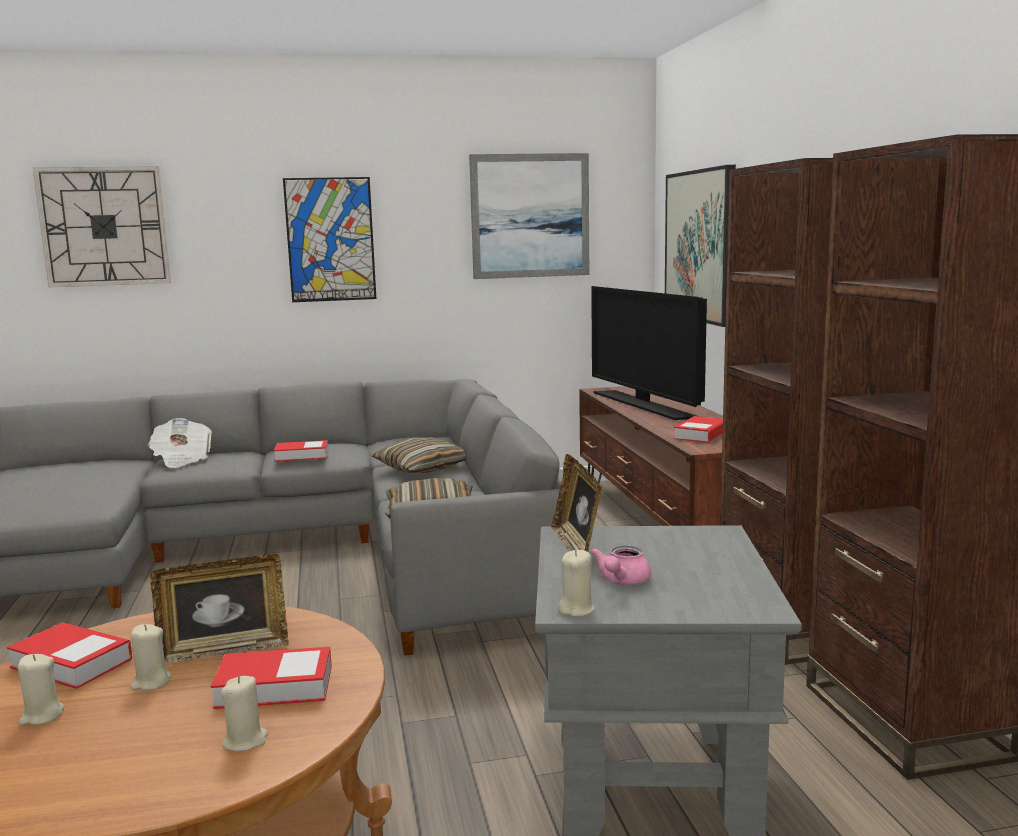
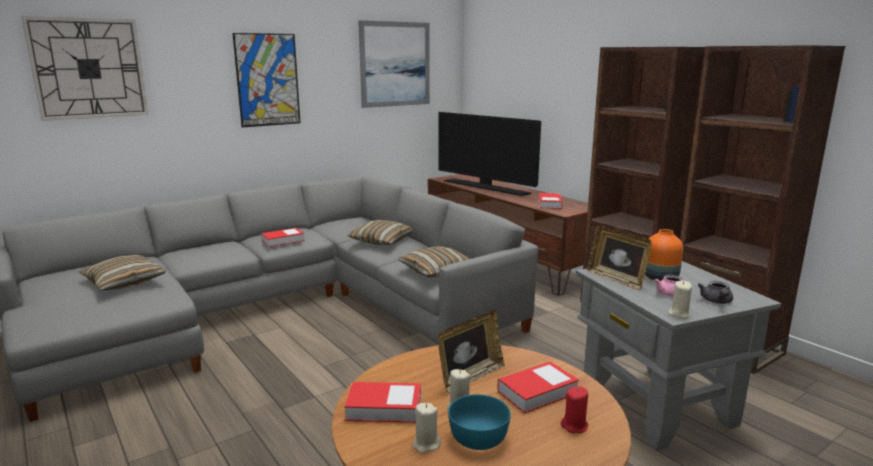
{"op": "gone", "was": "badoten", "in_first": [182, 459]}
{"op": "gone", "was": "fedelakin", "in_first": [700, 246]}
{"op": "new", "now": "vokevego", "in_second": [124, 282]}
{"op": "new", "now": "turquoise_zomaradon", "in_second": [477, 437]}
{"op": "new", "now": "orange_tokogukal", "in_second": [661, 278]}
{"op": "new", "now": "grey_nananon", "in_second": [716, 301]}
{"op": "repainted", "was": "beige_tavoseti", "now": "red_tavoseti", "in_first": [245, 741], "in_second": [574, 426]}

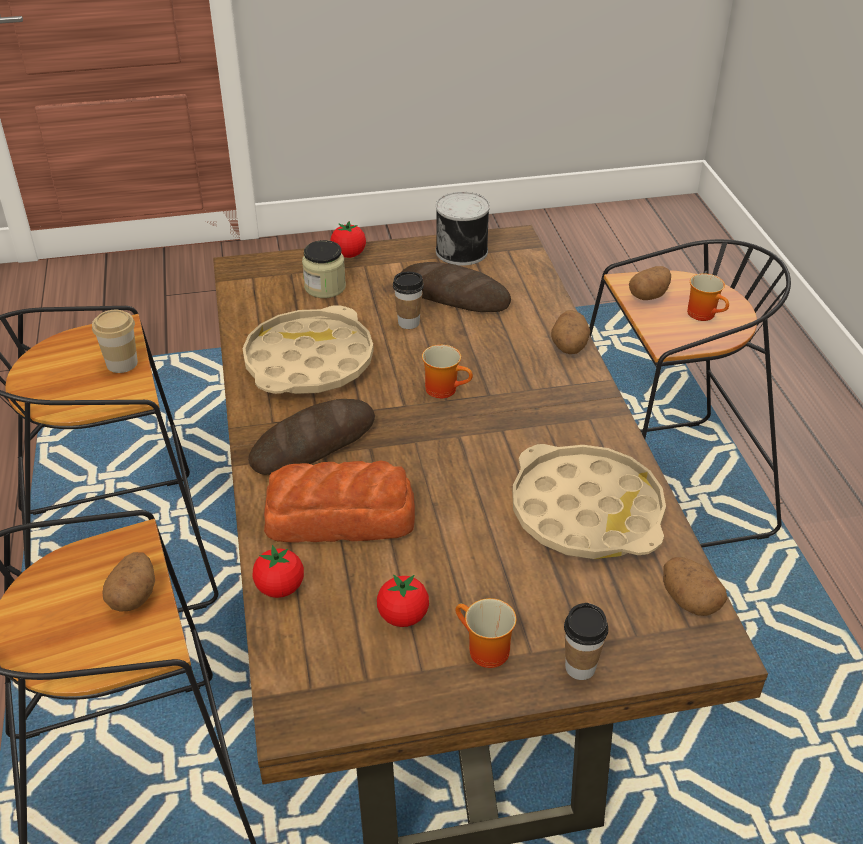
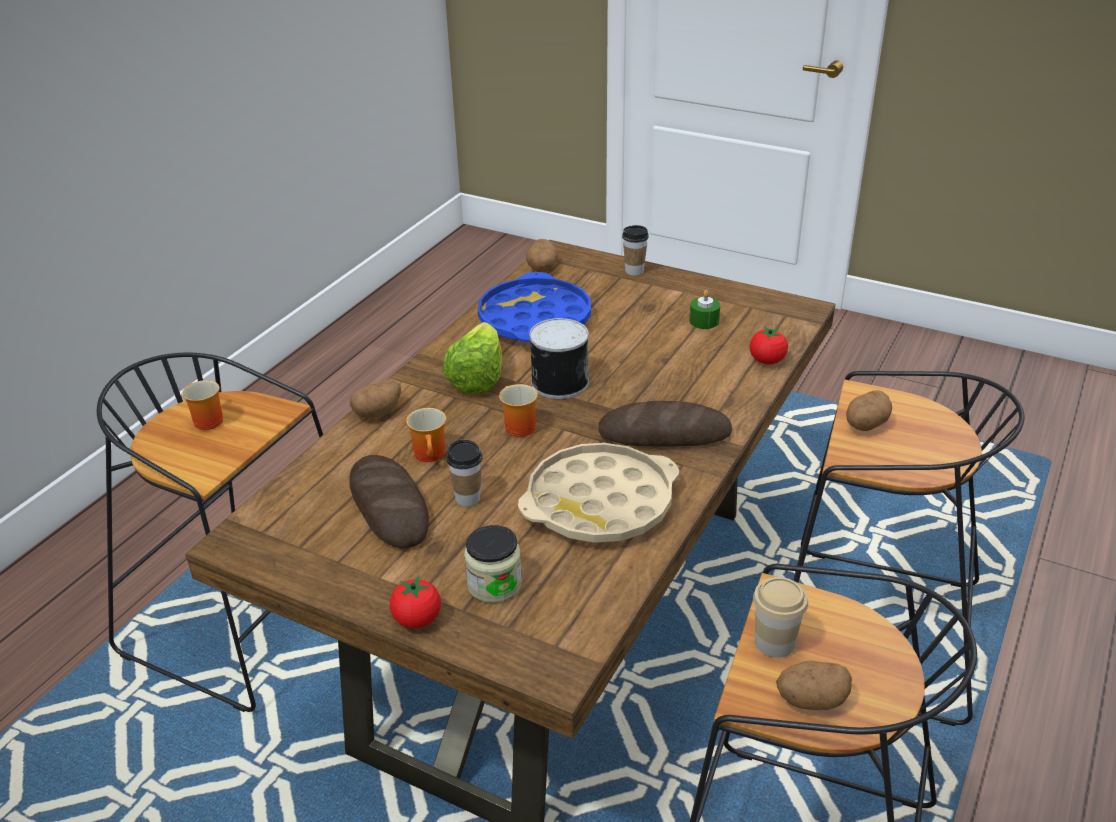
{"op": "gone", "was": "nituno", "in_first": [341, 517]}
{"op": "new", "now": "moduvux", "in_second": [477, 378]}
{"op": "shifted", "was": "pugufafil", "in_first": [463, 251], "in_second": [558, 382]}
{"op": "shifted", "was": "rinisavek", "in_first": [483, 651], "in_second": [432, 455]}
{"op": "shifted", "was": "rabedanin", "in_first": [648, 295], "in_second": [811, 700]}
{"op": "swapped", "was": "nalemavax", "now": "green_tavoseti", "in_first": [403, 616], "in_second": [704, 321]}
{"op": "repainted", "was": "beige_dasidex", "now": "blue_dasidex", "in_first": [586, 512], "in_second": [534, 319]}

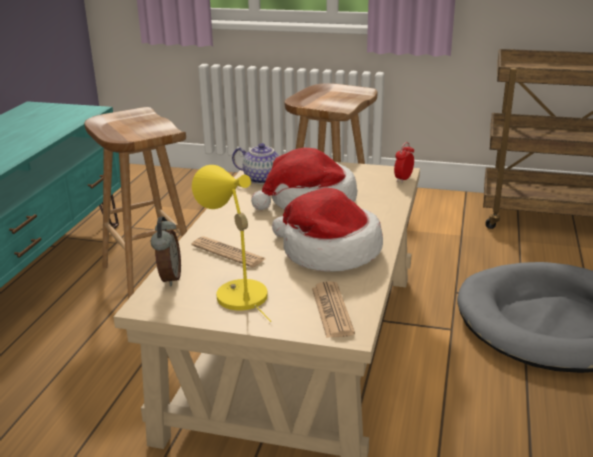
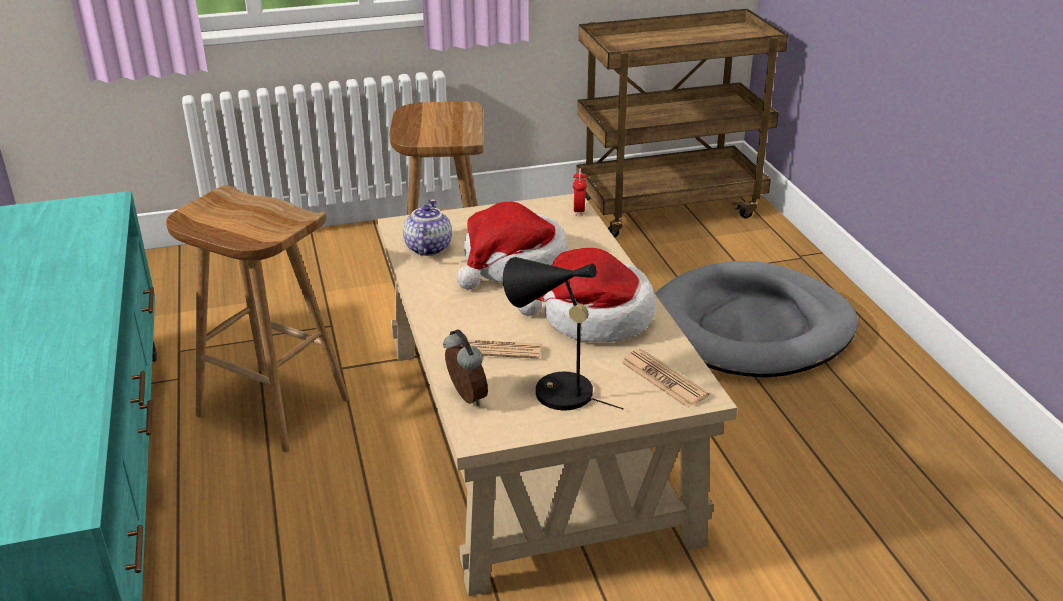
{"op": "repainted", "was": "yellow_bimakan", "now": "black_bimakan", "in_first": [236, 293], "in_second": [554, 391]}
{"op": "rotated", "was": "nananon", "in_first": [263, 179], "in_second": [427, 248], "clockwise": -75}

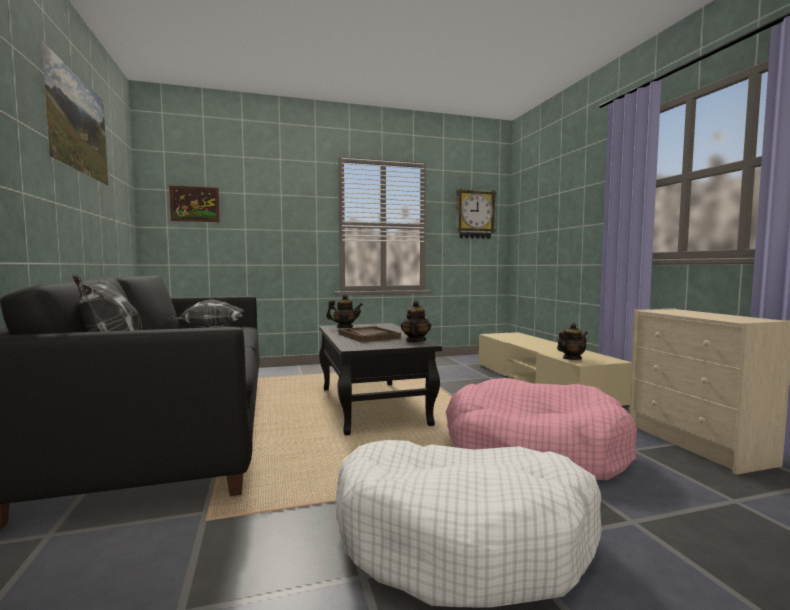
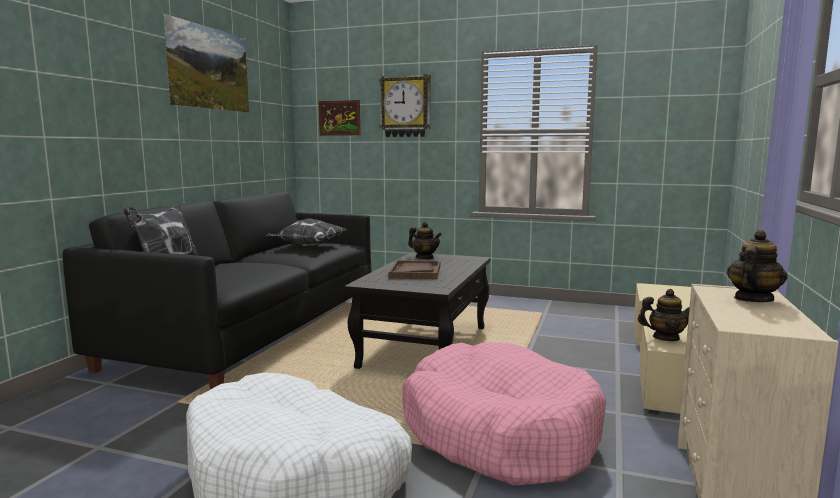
{"op": "shifted", "was": "nananon", "in_first": [415, 341], "in_second": [752, 299]}
{"op": "shifted", "was": "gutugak", "in_first": [474, 214], "in_second": [406, 106]}

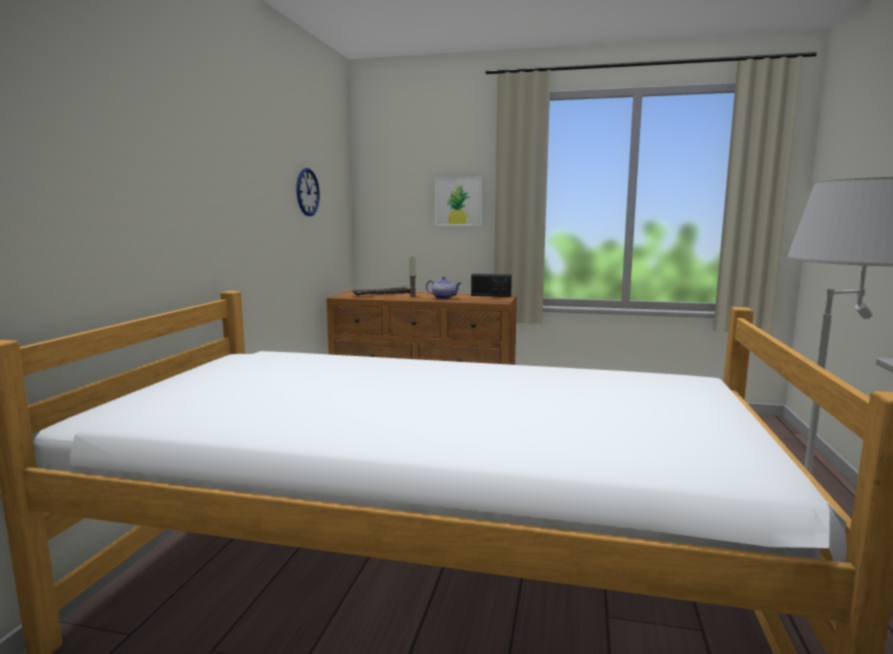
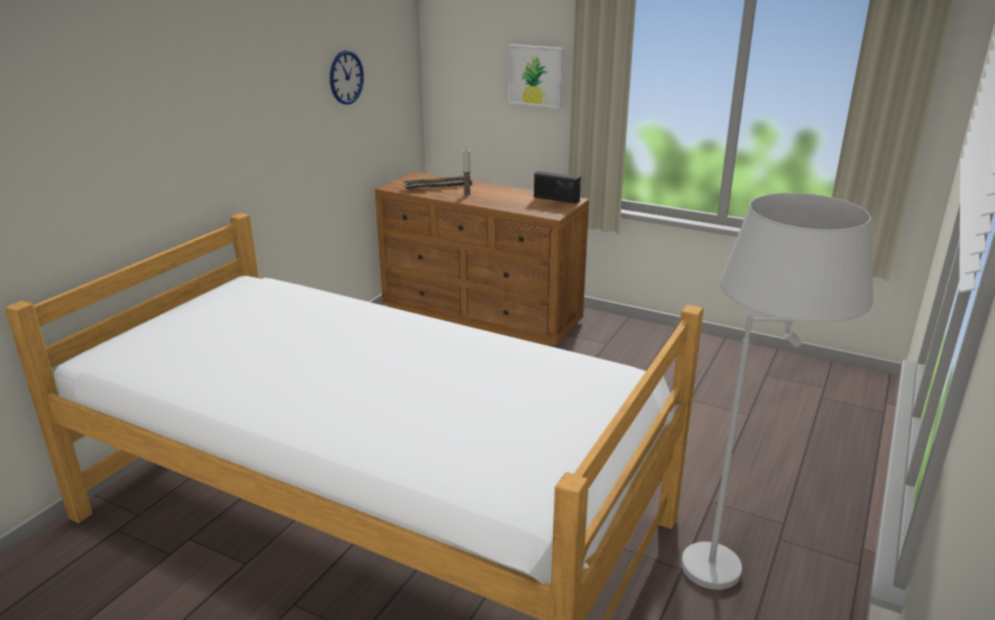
{"op": "gone", "was": "nananon", "in_first": [444, 298]}

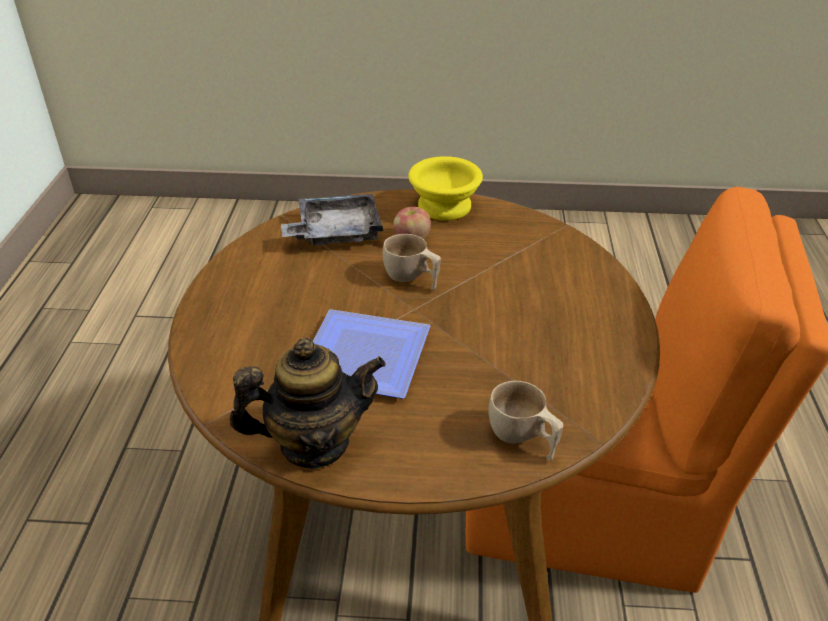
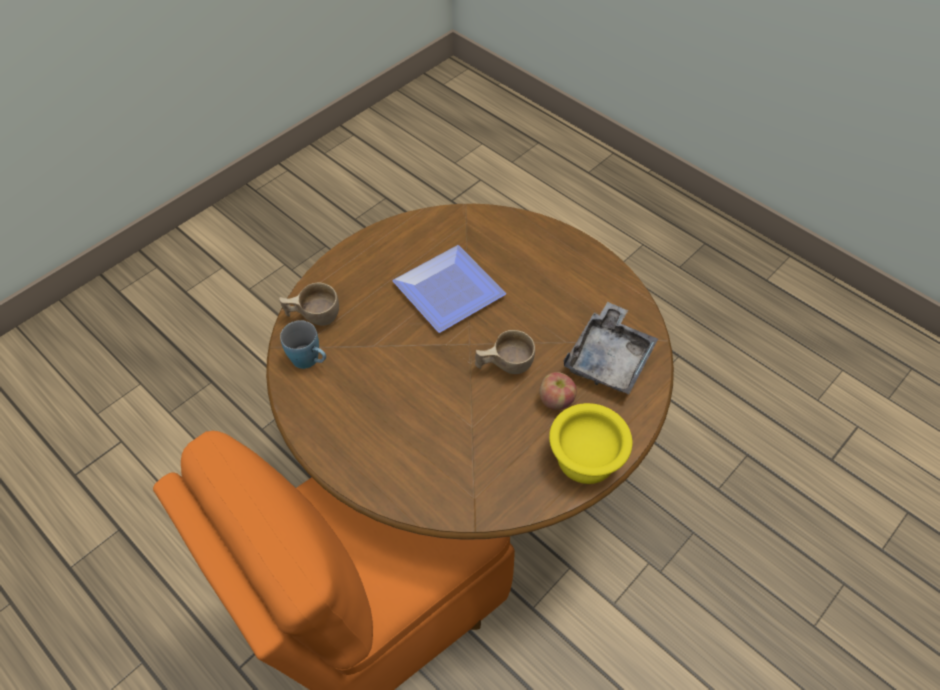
{"op": "gone", "was": "nananon", "in_first": [314, 443]}
{"op": "new", "now": "blue_rinisavek", "in_second": [310, 361]}

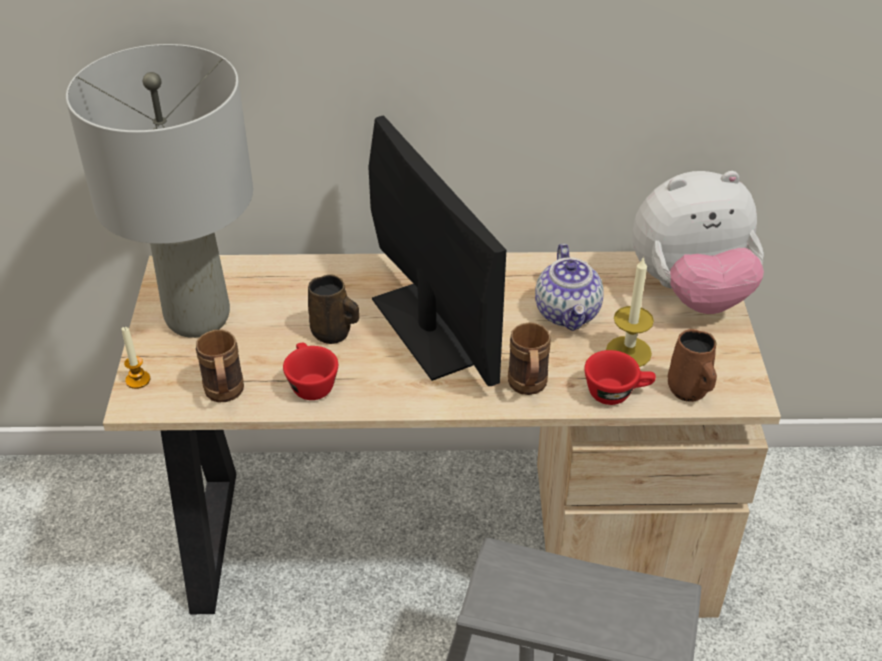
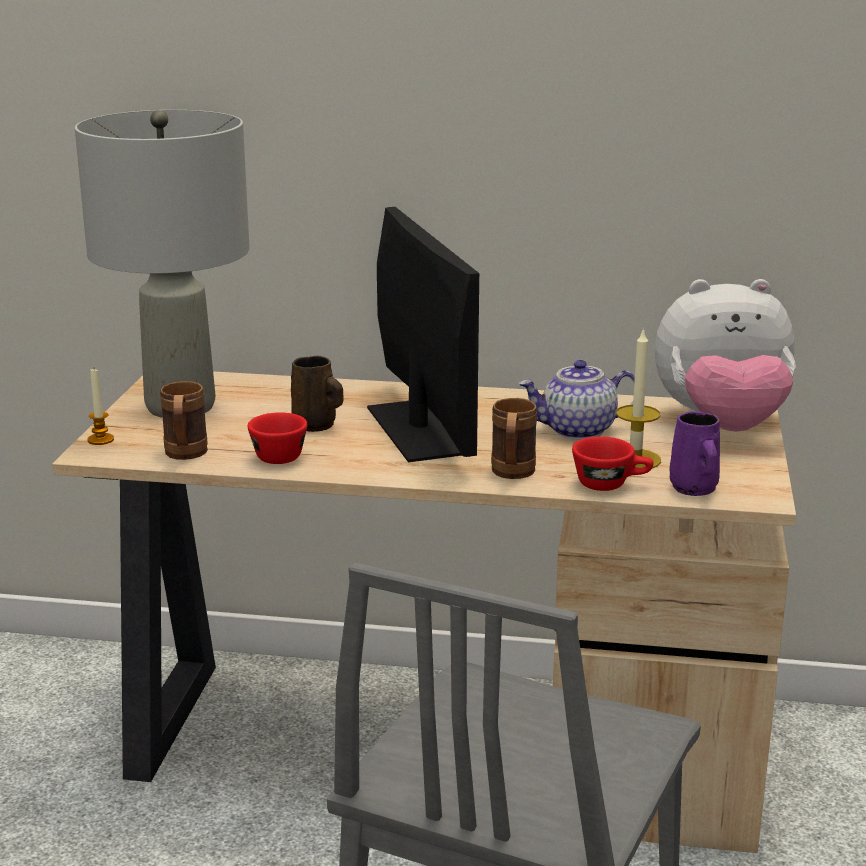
{"op": "repainted", "was": "brown_rinisavek", "now": "purple_rinisavek", "in_first": [689, 391], "in_second": [694, 489]}
{"op": "rotated", "was": "nananon", "in_first": [568, 313], "in_second": [577, 430], "clockwise": 75}

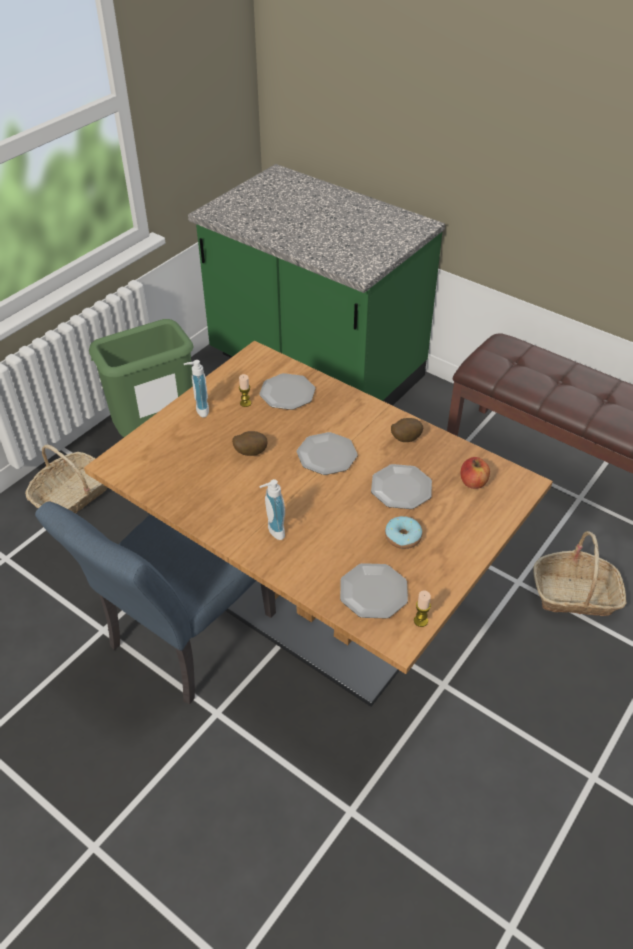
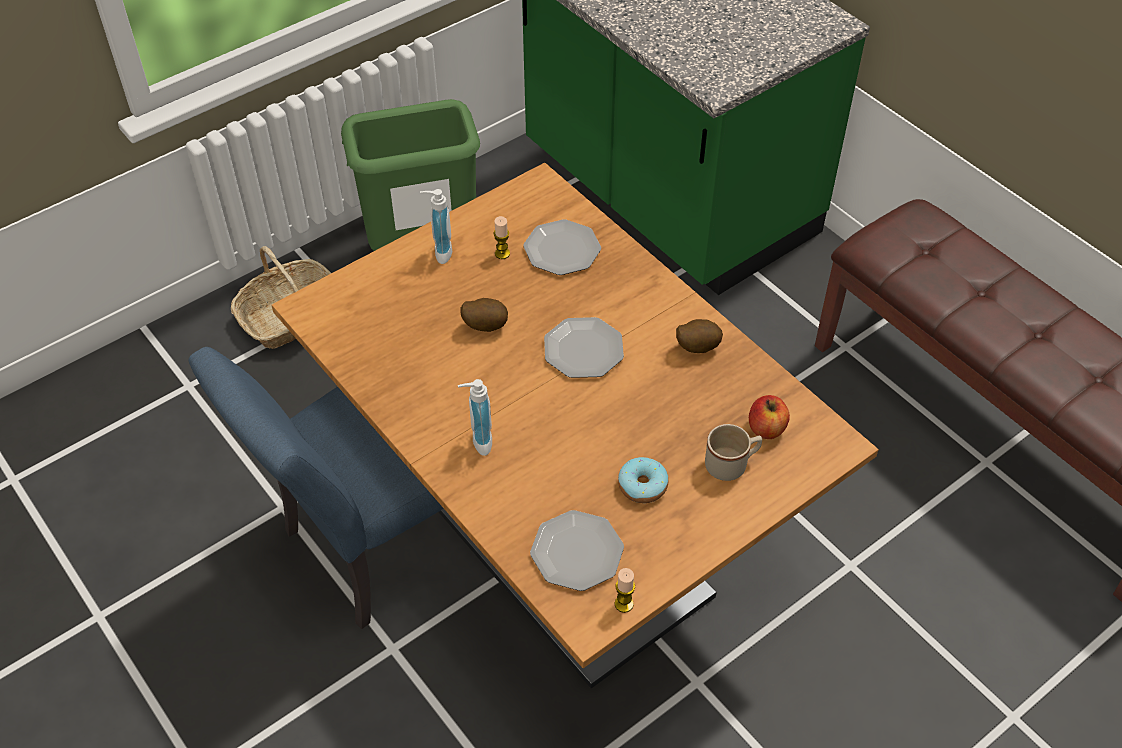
{"op": "gone", "was": "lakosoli", "in_first": [400, 489]}
{"op": "gone", "was": "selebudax", "in_first": [575, 594]}
{"op": "new", "now": "beige_rinisavek", "in_second": [731, 464]}

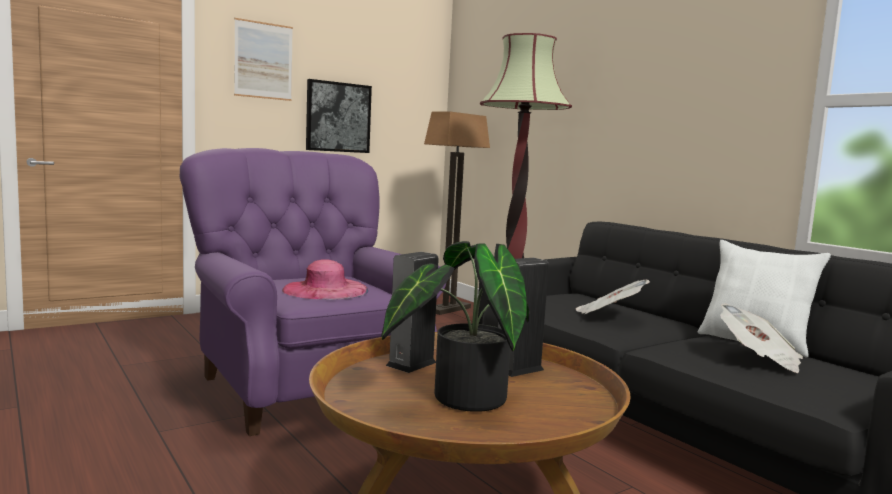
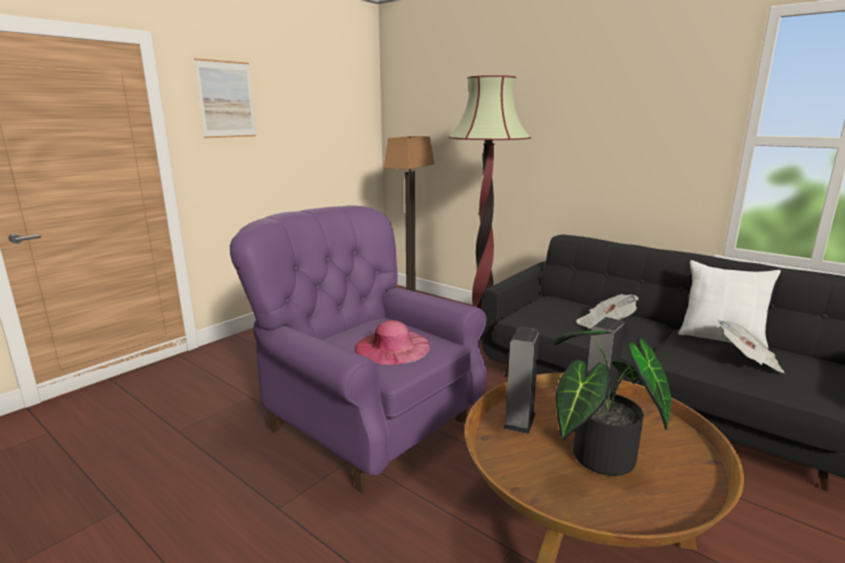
{"op": "gone", "was": "fedelakin", "in_first": [338, 117]}

